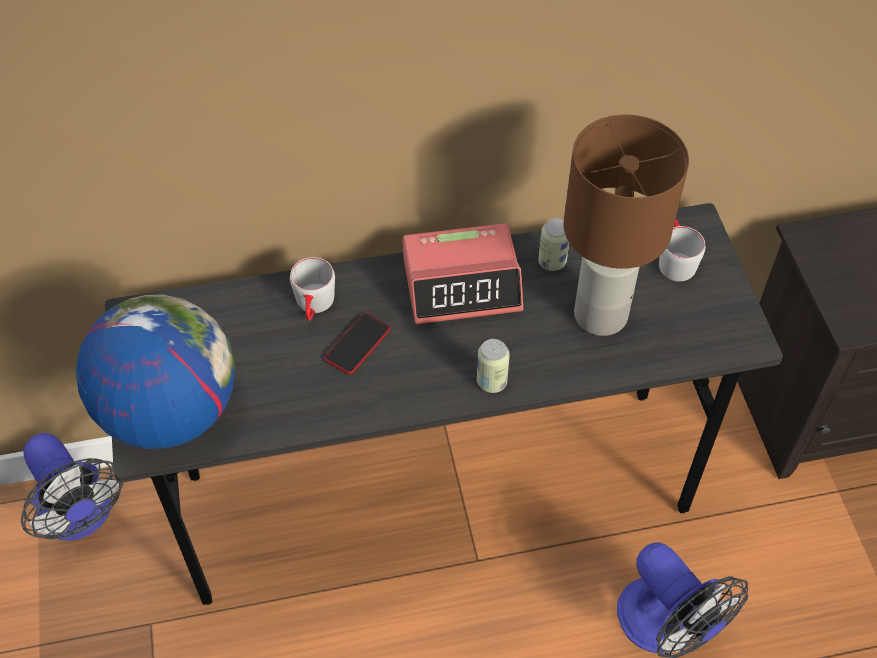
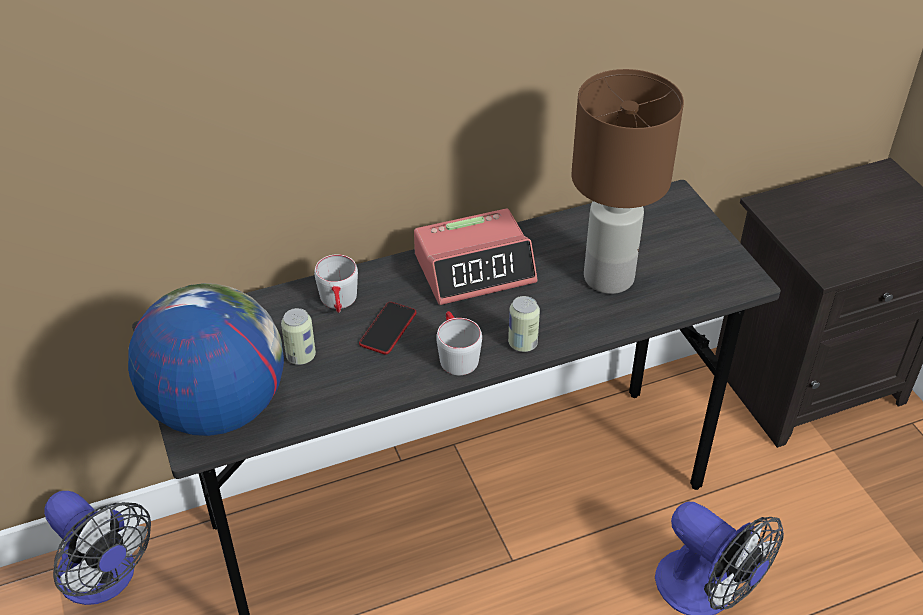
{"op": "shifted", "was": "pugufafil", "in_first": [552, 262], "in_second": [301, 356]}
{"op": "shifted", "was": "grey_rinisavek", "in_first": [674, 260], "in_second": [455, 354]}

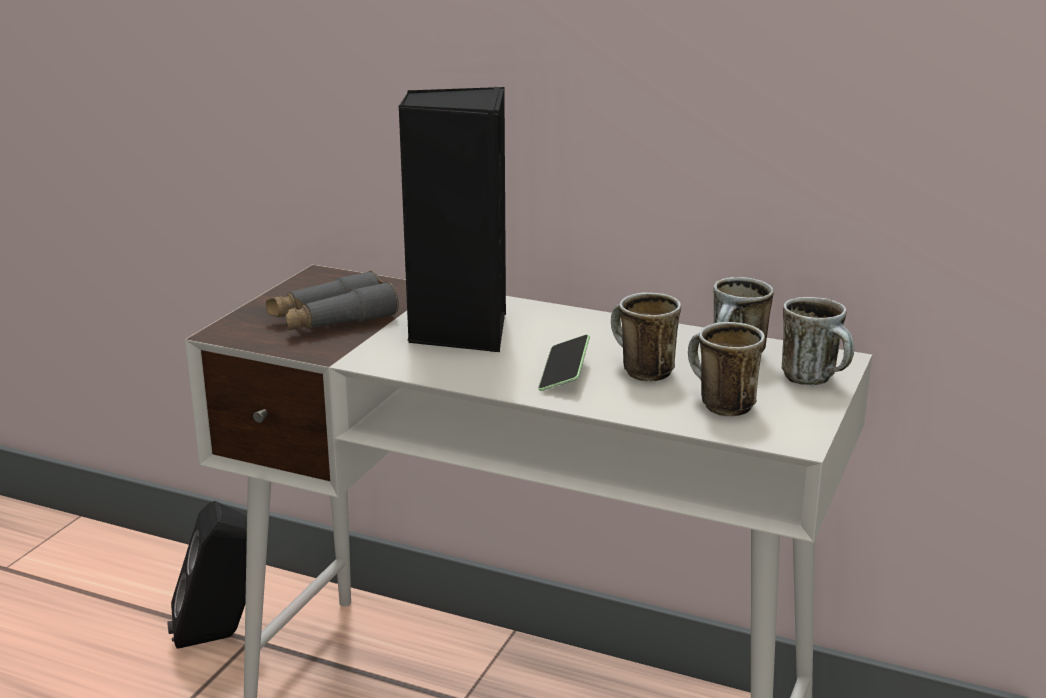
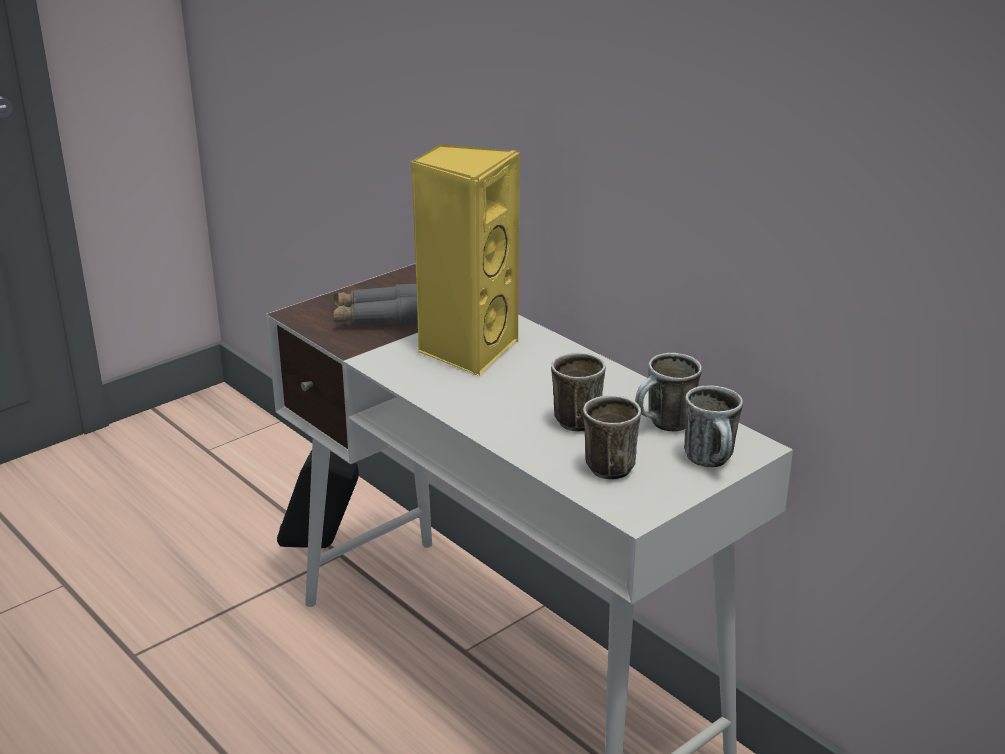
{"op": "gone", "was": "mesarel", "in_first": [564, 374]}
{"op": "repainted", "was": "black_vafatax", "now": "yellow_vafatax", "in_first": [458, 331], "in_second": [466, 349]}

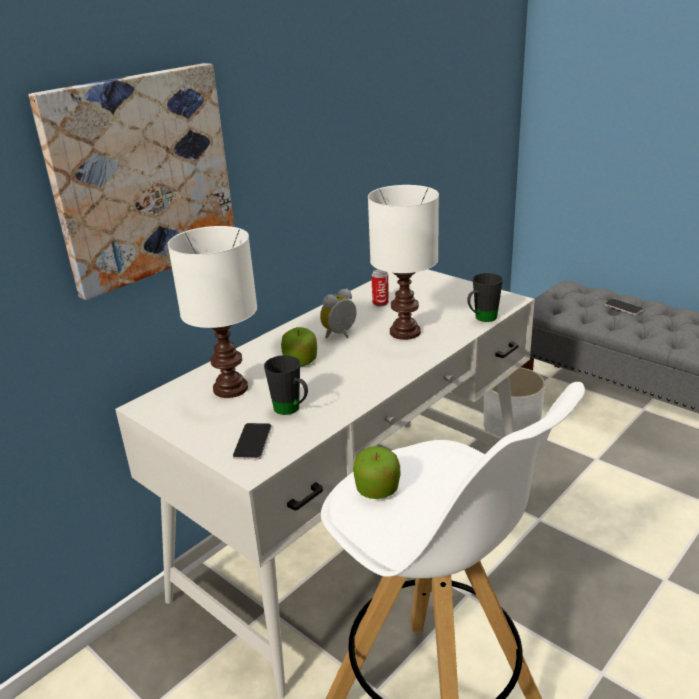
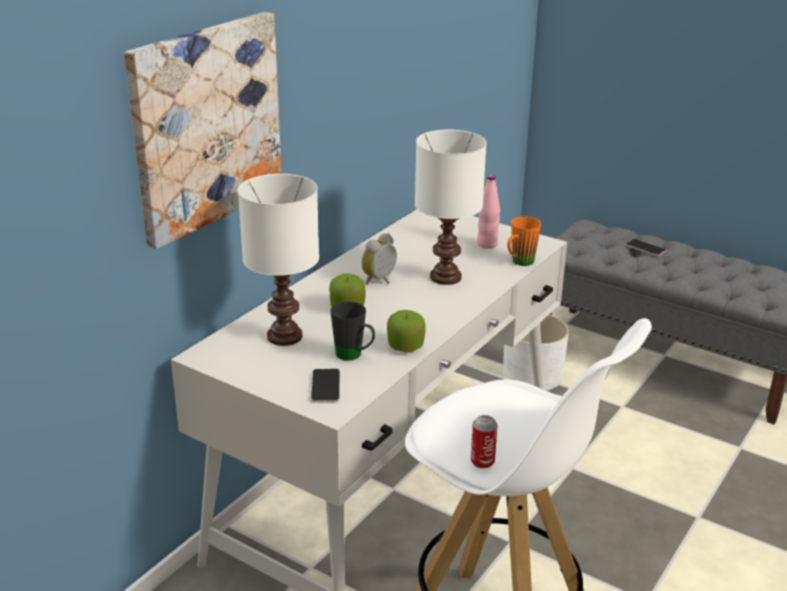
{"op": "new", "now": "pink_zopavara", "in_second": [487, 244]}
{"op": "shifted", "was": "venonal", "in_first": [377, 489], "in_second": [405, 346]}
{"op": "shifted", "was": "pugufafil", "in_first": [380, 303], "in_second": [482, 462]}
{"op": "repainted", "was": "black_rinisavek", "now": "orange_rinisavek", "in_first": [481, 319], "in_second": [519, 263]}

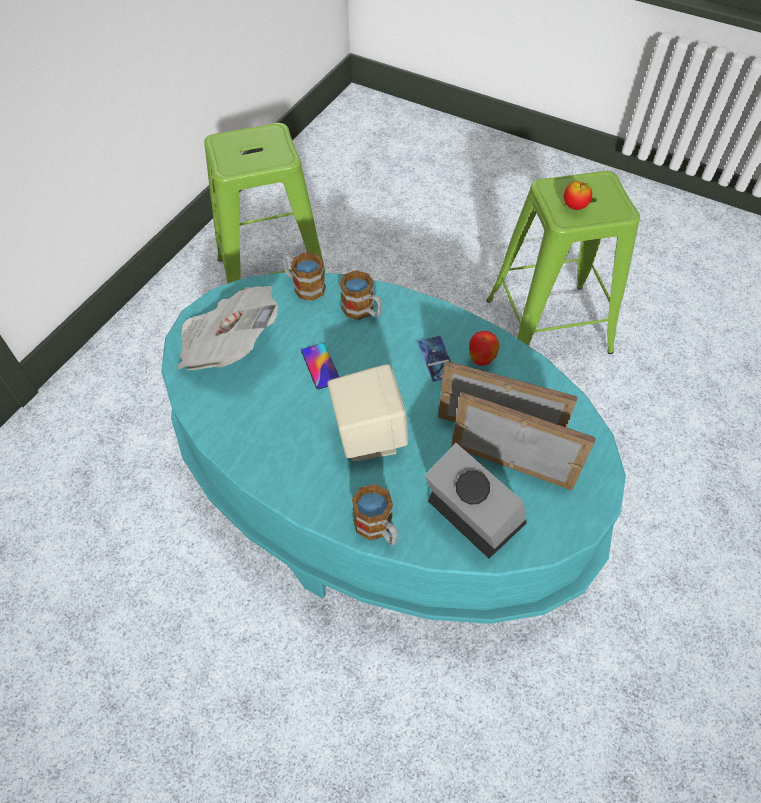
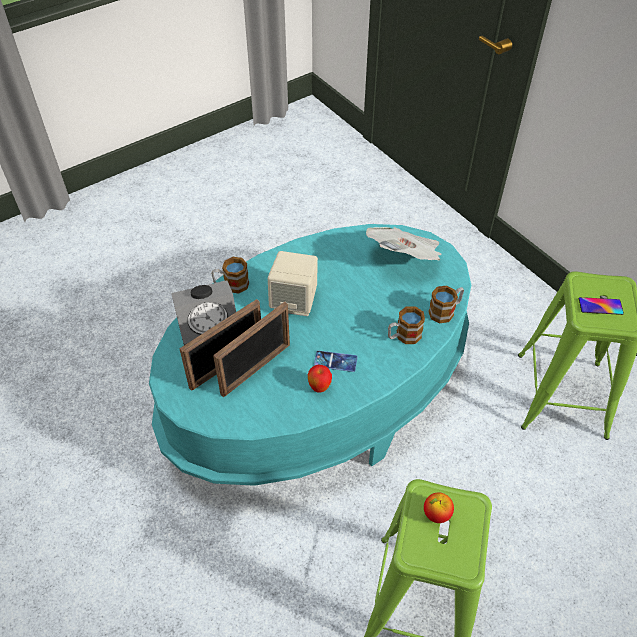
{"op": "shifted", "was": "mesarel", "in_first": [320, 366], "in_second": [600, 306]}

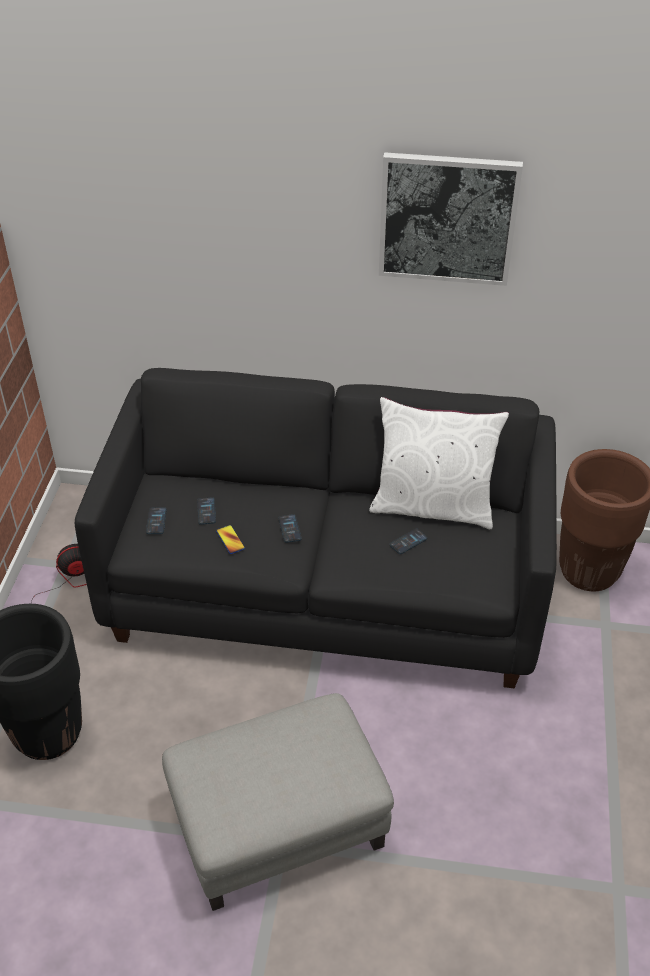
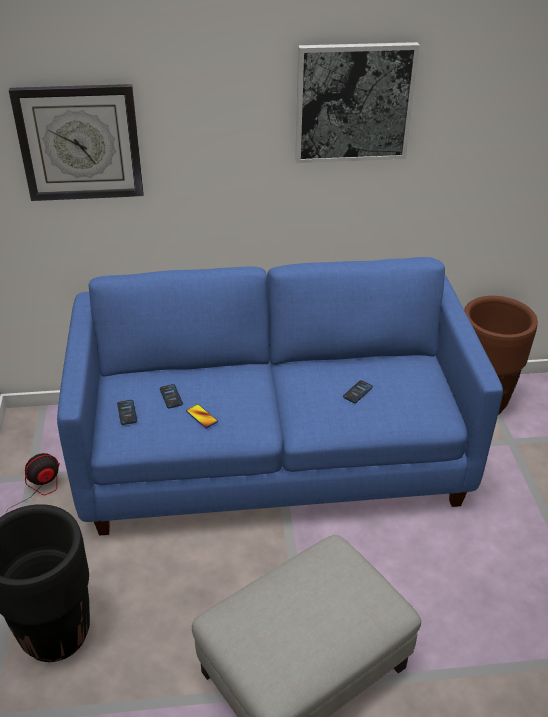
{"op": "gone", "was": "mesarel", "in_first": [289, 529]}
{"op": "gone", "was": "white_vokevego", "in_first": [432, 506]}
{"op": "new", "now": "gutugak", "in_second": [80, 143]}
{"op": "repainted", "was": "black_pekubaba", "now": "blue_pekubaba", "in_first": [326, 589], "in_second": [274, 455]}

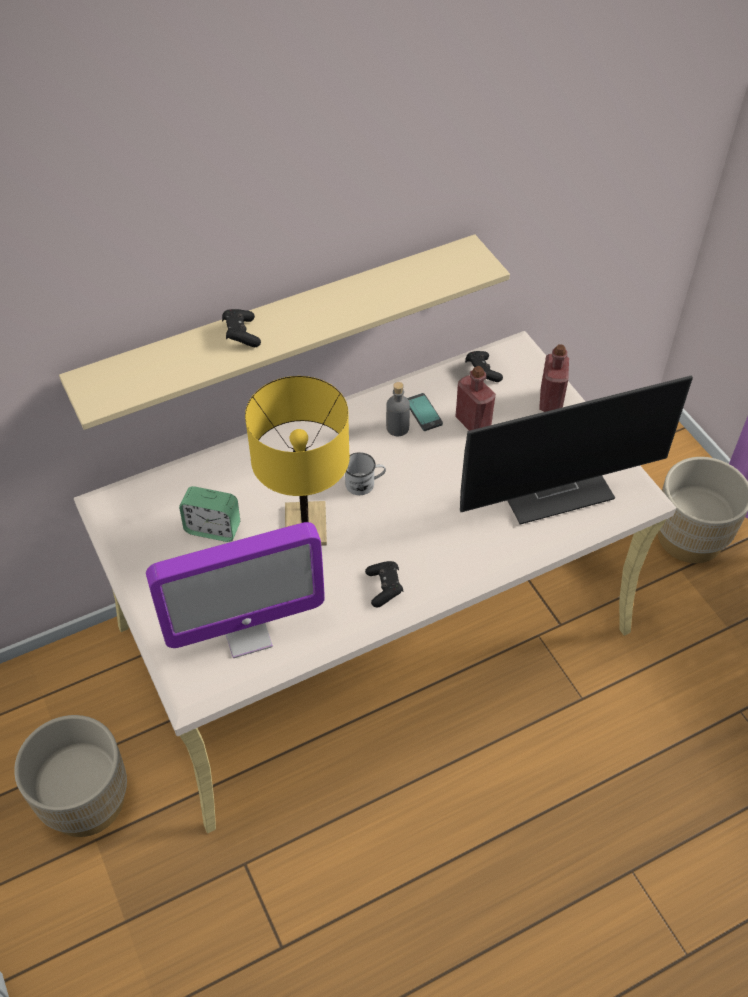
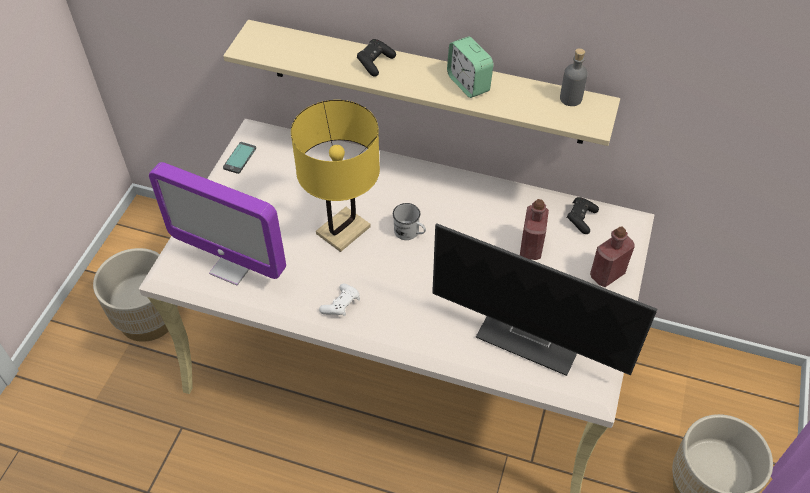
{"op": "shifted", "was": "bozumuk", "in_first": [213, 528], "in_second": [468, 84]}
{"op": "shifted", "was": "grey_zopavara", "in_first": [397, 428], "in_second": [570, 98]}
{"op": "shifted", "was": "mesarel", "in_first": [424, 412], "in_second": [240, 158]}
{"op": "repainted", "was": "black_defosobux", "now": "white_defosobux", "in_first": [384, 588], "in_second": [341, 305]}

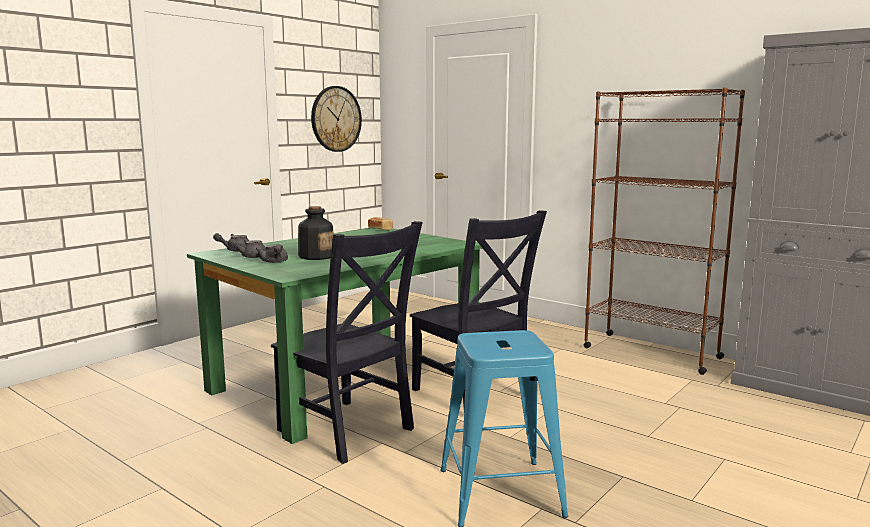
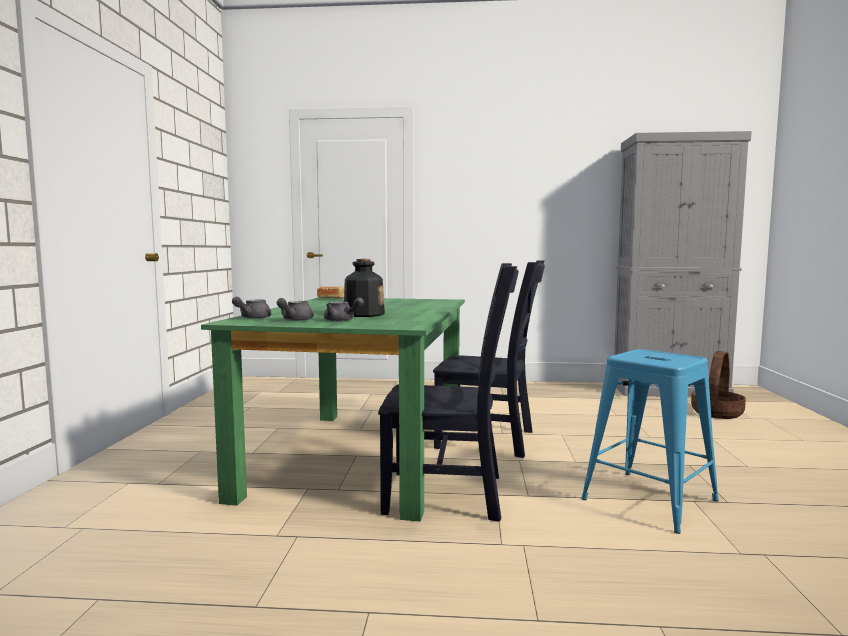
{"op": "gone", "was": "gutugak", "in_first": [336, 119]}
{"op": "gone", "was": "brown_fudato", "in_first": [650, 352]}
{"op": "new", "now": "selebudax", "in_second": [716, 413]}

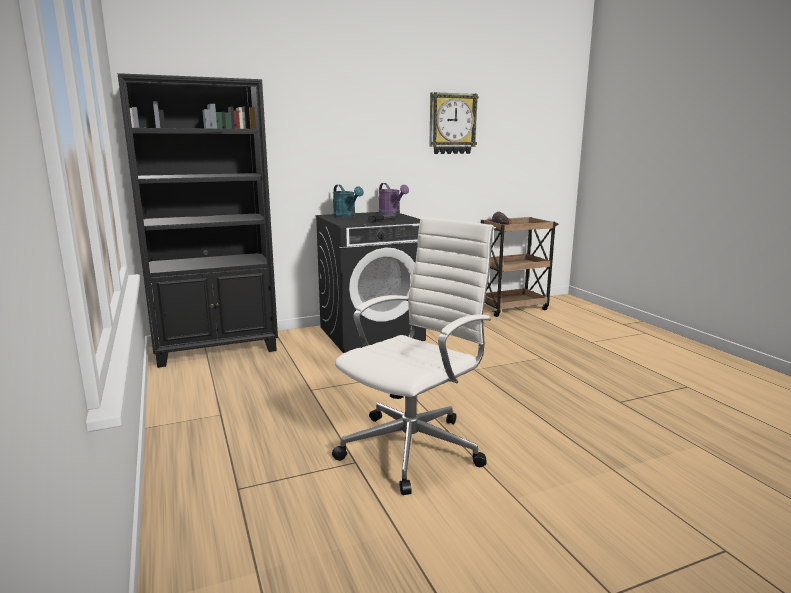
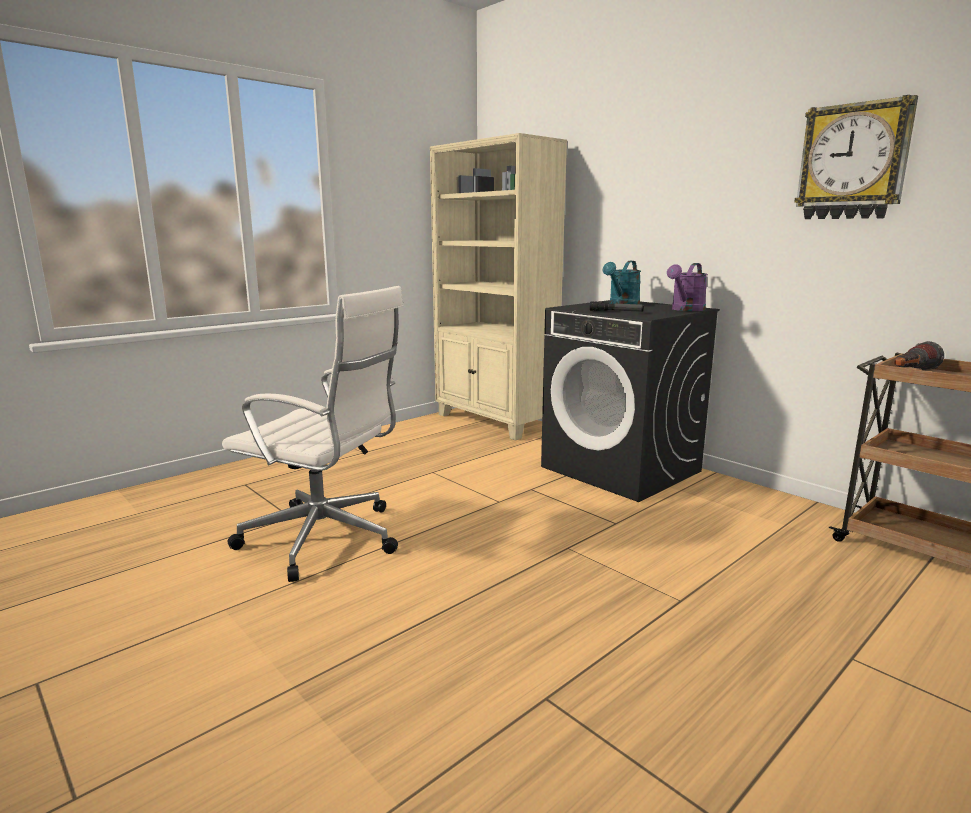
{"op": "repainted", "was": "black_fudato", "now": "beige_fudato", "in_first": [217, 349], "in_second": [495, 421]}

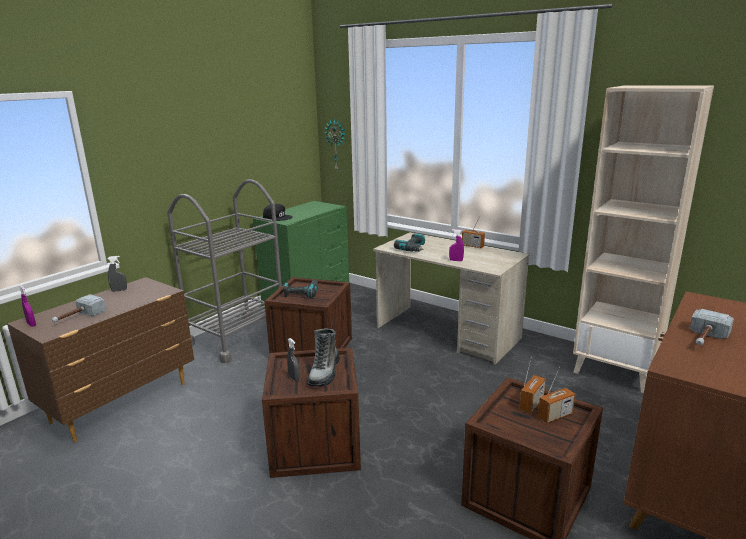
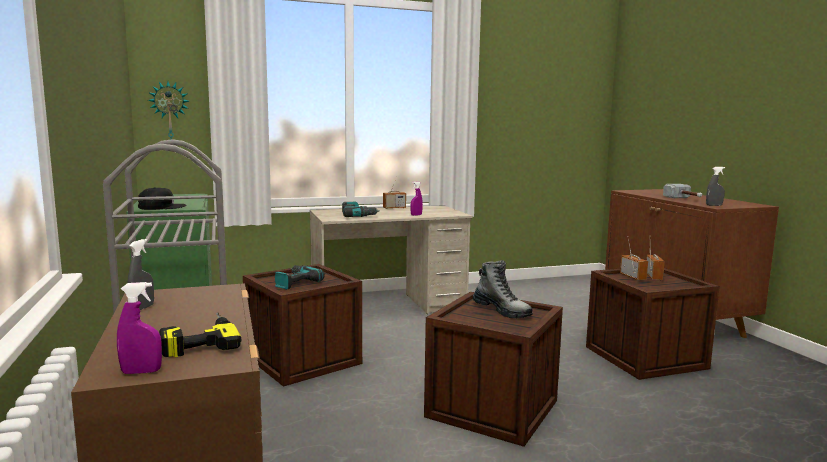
{"op": "gone", "was": "beige_fudato", "in_first": [616, 370]}
{"op": "shifted", "was": "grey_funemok", "in_first": [294, 378], "in_second": [714, 205]}
{"op": "swapped", "was": "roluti", "now": "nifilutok", "in_first": [78, 317], "in_second": [198, 339]}

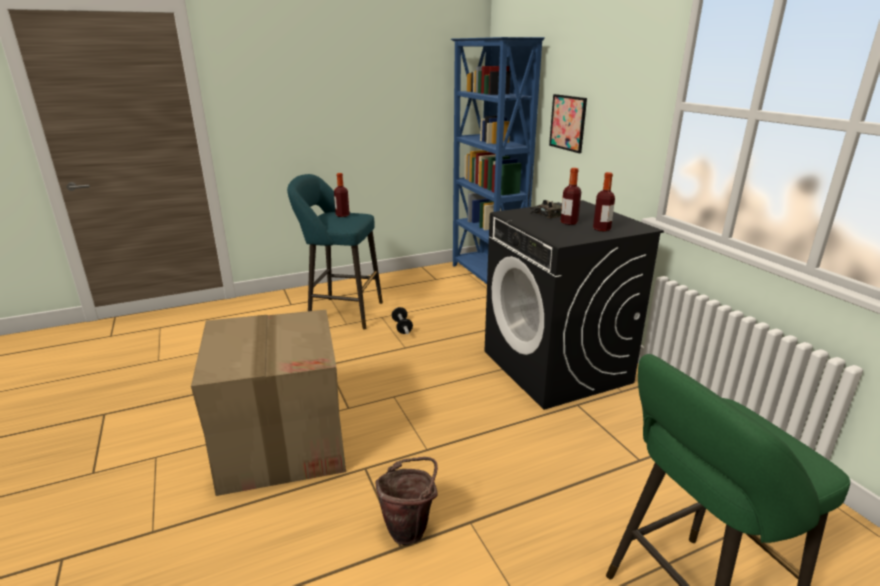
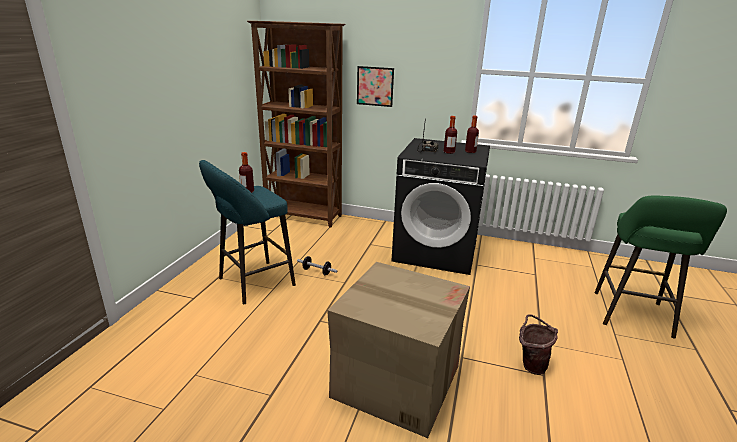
{"op": "repainted", "was": "blue_fudato", "now": "brown_fudato", "in_first": [486, 277], "in_second": [304, 217]}

